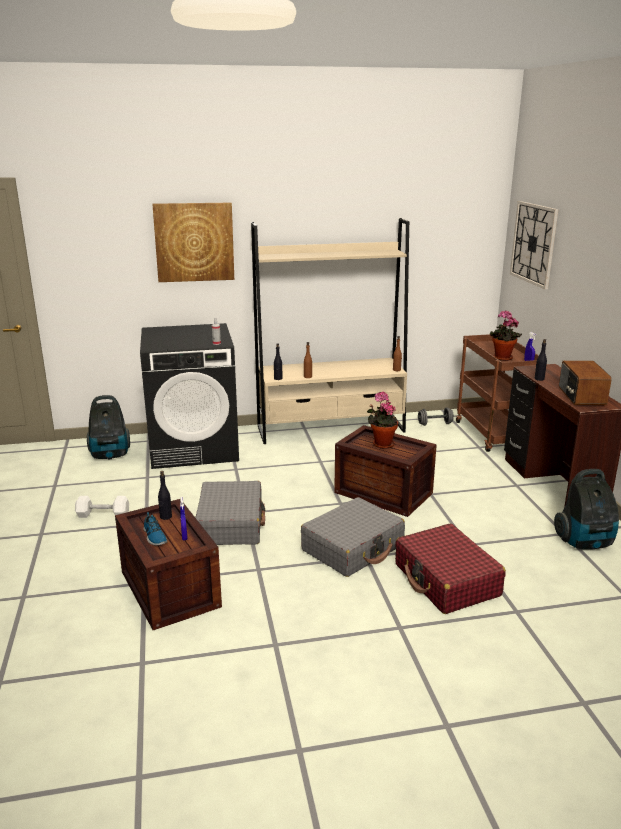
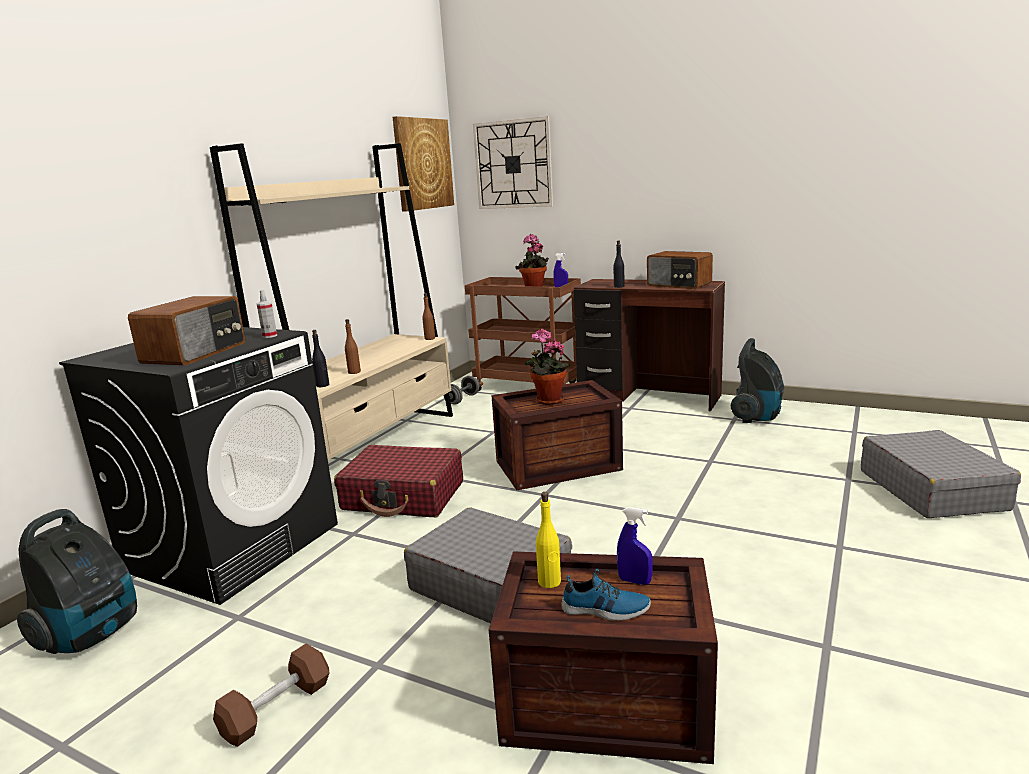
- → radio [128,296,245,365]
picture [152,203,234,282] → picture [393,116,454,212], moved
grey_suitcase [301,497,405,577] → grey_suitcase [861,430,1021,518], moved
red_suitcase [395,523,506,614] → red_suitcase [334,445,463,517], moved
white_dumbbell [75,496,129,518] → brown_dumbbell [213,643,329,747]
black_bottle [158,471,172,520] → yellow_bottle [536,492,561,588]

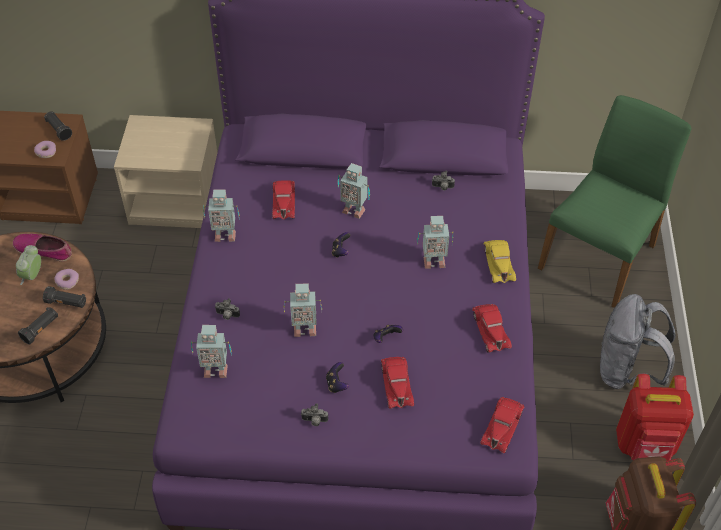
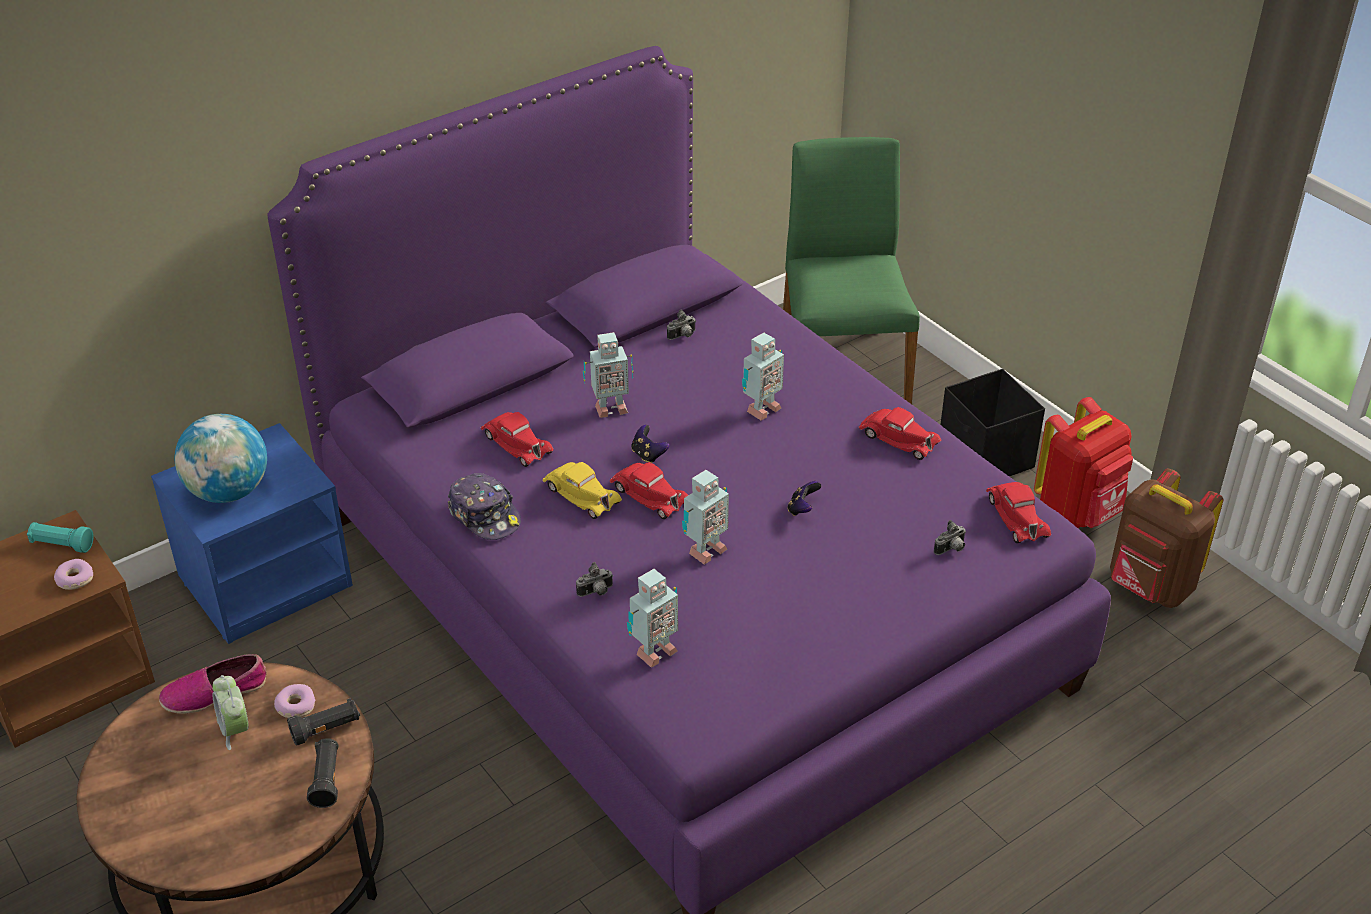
game_controller [326,362,349,393] → -
- → globe [174,414,267,503]
photo_camera [301,404,328,426] → photo_camera [934,520,966,555], moved
red_toy_car [381,357,414,409] → red_toy_car [610,462,688,519], moved
yellow_toy_car [484,240,516,283] → yellow_toy_car [543,462,622,519], moved
toy_robot [203,189,240,242] → cap [447,473,521,540]
grey_backpack [600,294,676,389] → black_storage_box [940,369,1045,476]
black_flashlight [44,111,72,141] → turquoise_flashlight [27,522,94,553]
beige_nightstand [114,115,217,228] → blue_nightstand [151,423,353,644]

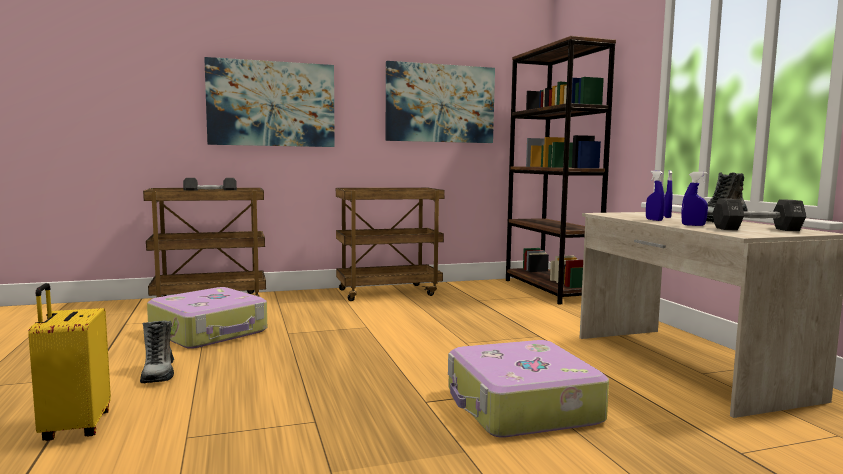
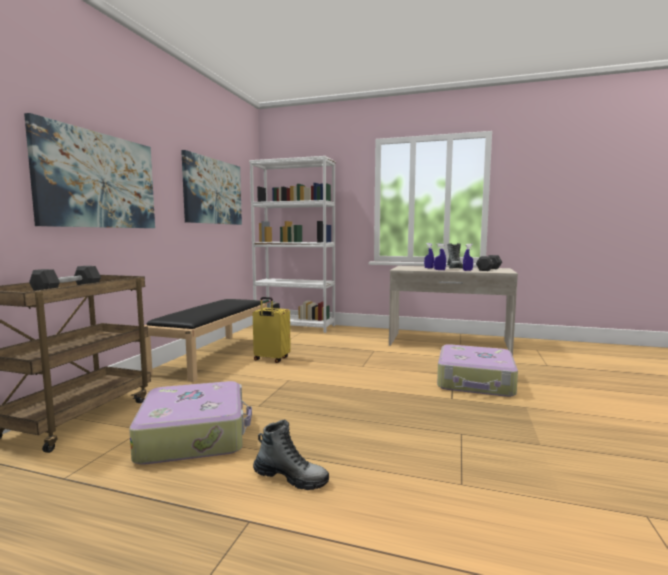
yellow_suitcase [28,283,111,441] → yellow_suitcase [253,297,291,363], moved
brown_cart [336,188,445,301] → black_bench [144,299,267,382]
brown_bookcase [506,36,616,305] → white_bookcase [249,156,336,333]

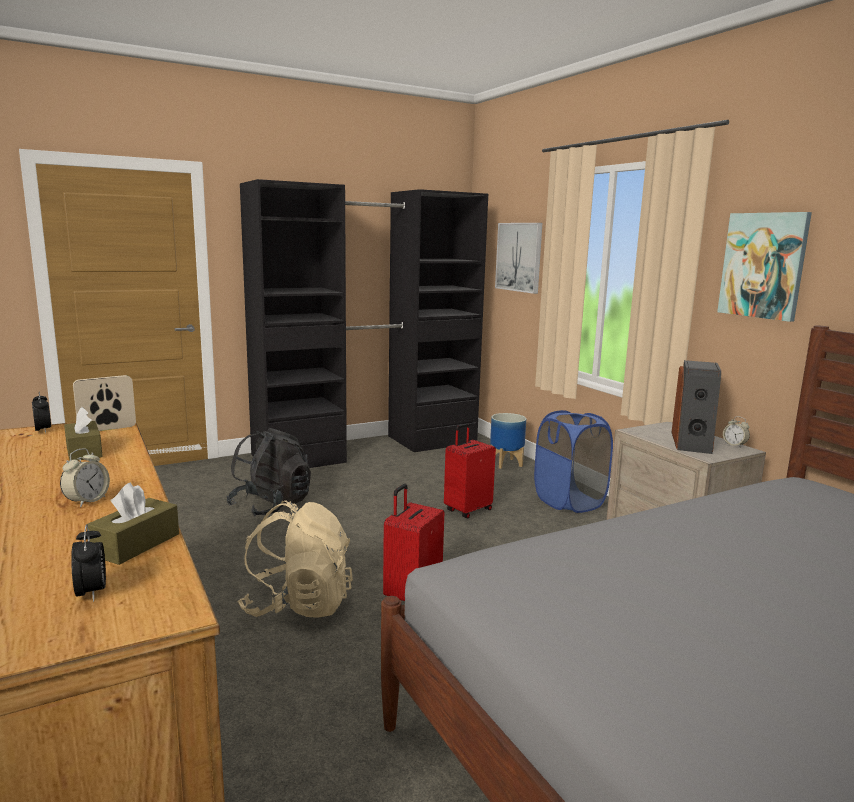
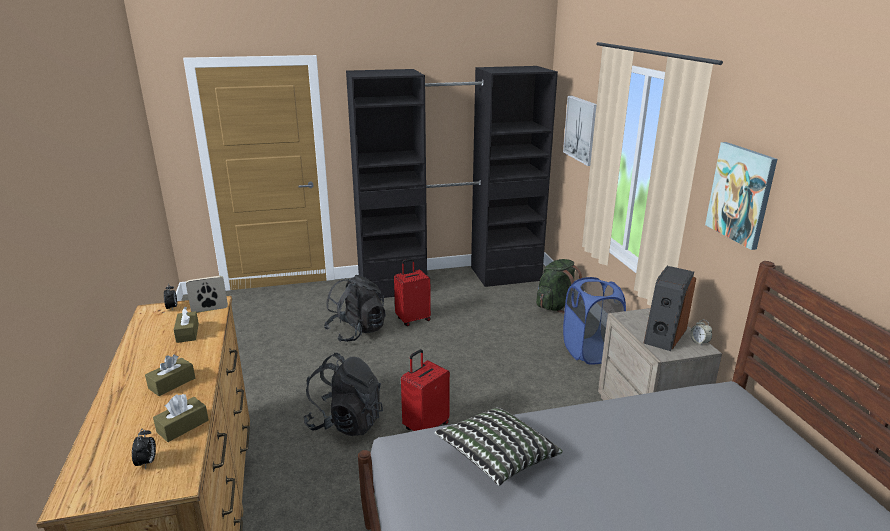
- → pillow [435,407,563,486]
red_suitcase [444,424,496,519] → red_suitcase [394,259,431,326], moved
alarm_clock [60,448,110,507] → brown_tissue_box [145,355,195,396]
planter [490,413,526,469] → green_backpack [536,259,582,314]
beige_backpack [237,500,353,618] → black_backpack [303,353,383,436]

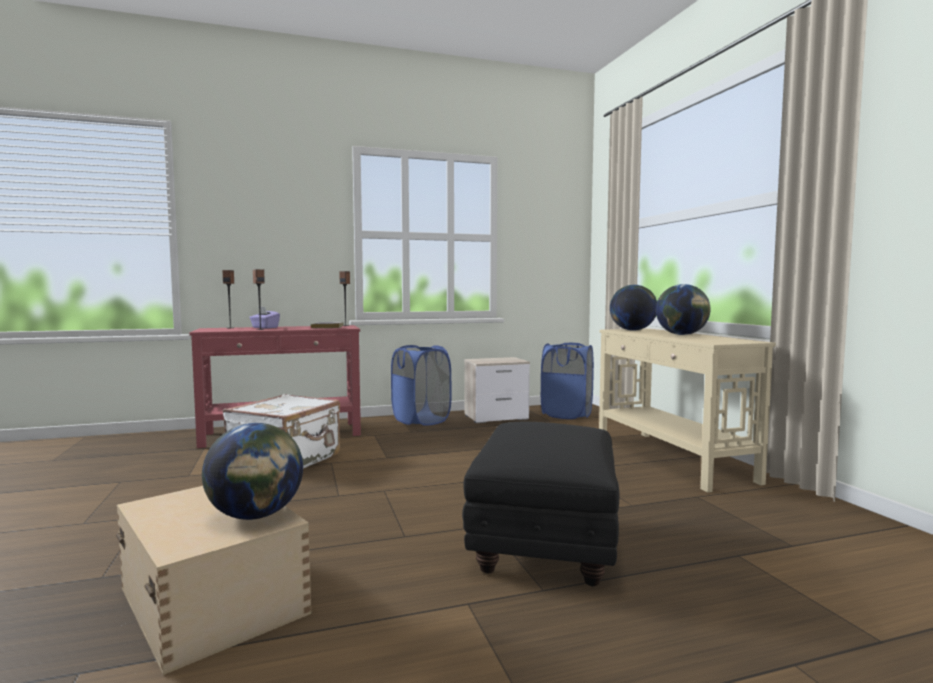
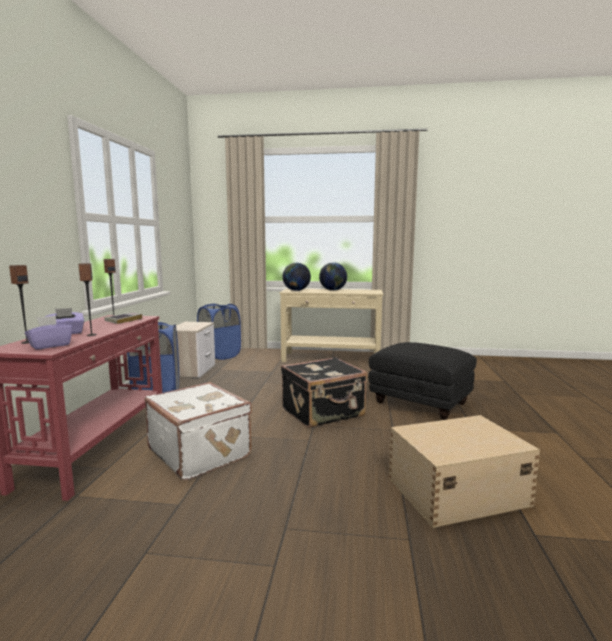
globe [202,423,303,520] → -
- → purple_tissue_box [25,315,73,350]
- → black_suitcase [281,357,367,428]

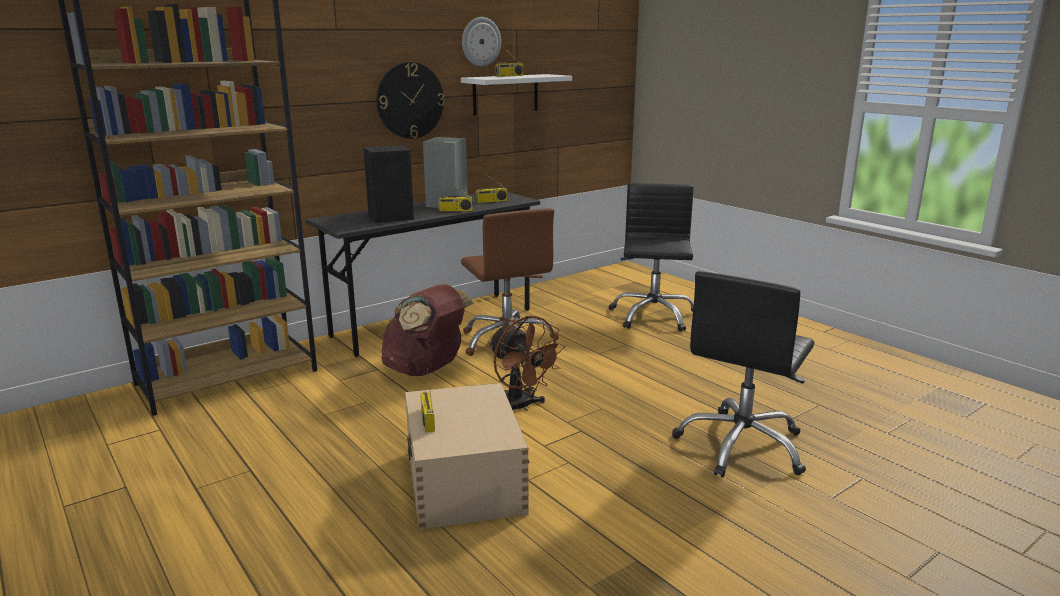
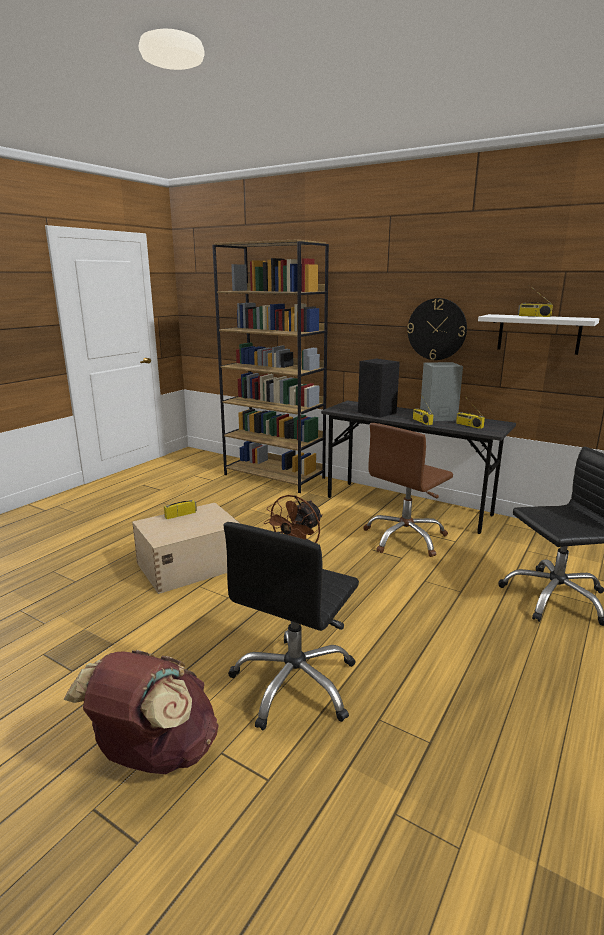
wall_clock [462,17,501,67] → -
brown_backpack [381,284,474,376] → brown_backpack [64,650,219,774], moved
black_office_chair [672,271,814,477] → black_office_chair [224,522,359,730], 75 degrees counterclockwise

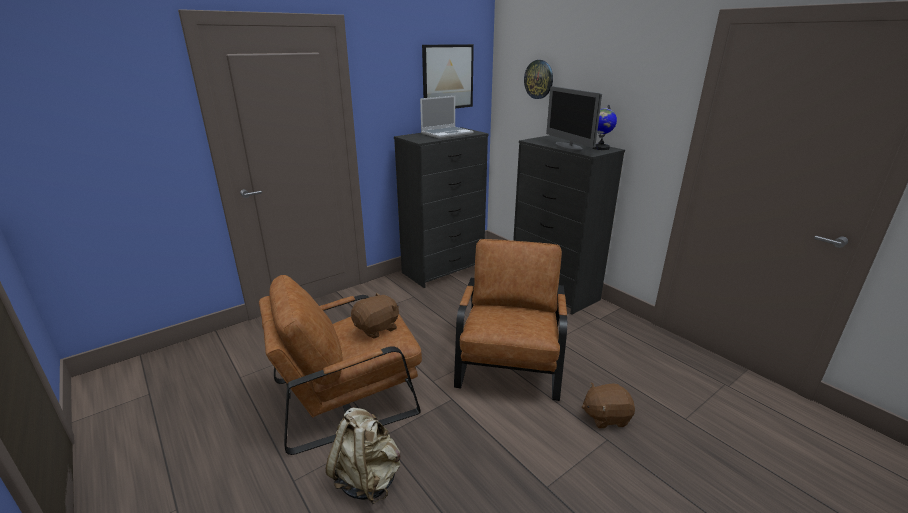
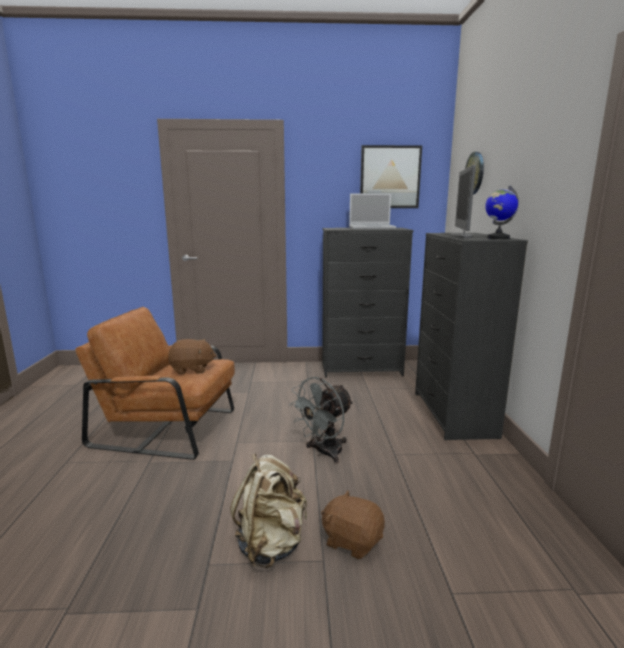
beige_backpack [326,407,400,504] → beige_backpack [230,454,307,568], moved
brown_armchair [454,239,567,401] → grey_fan [289,377,353,463]

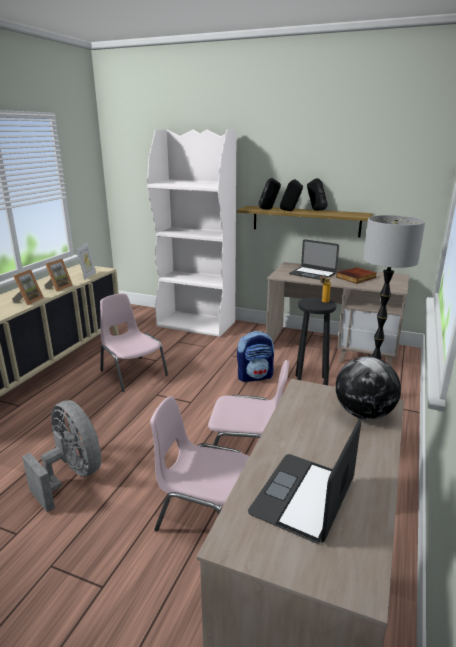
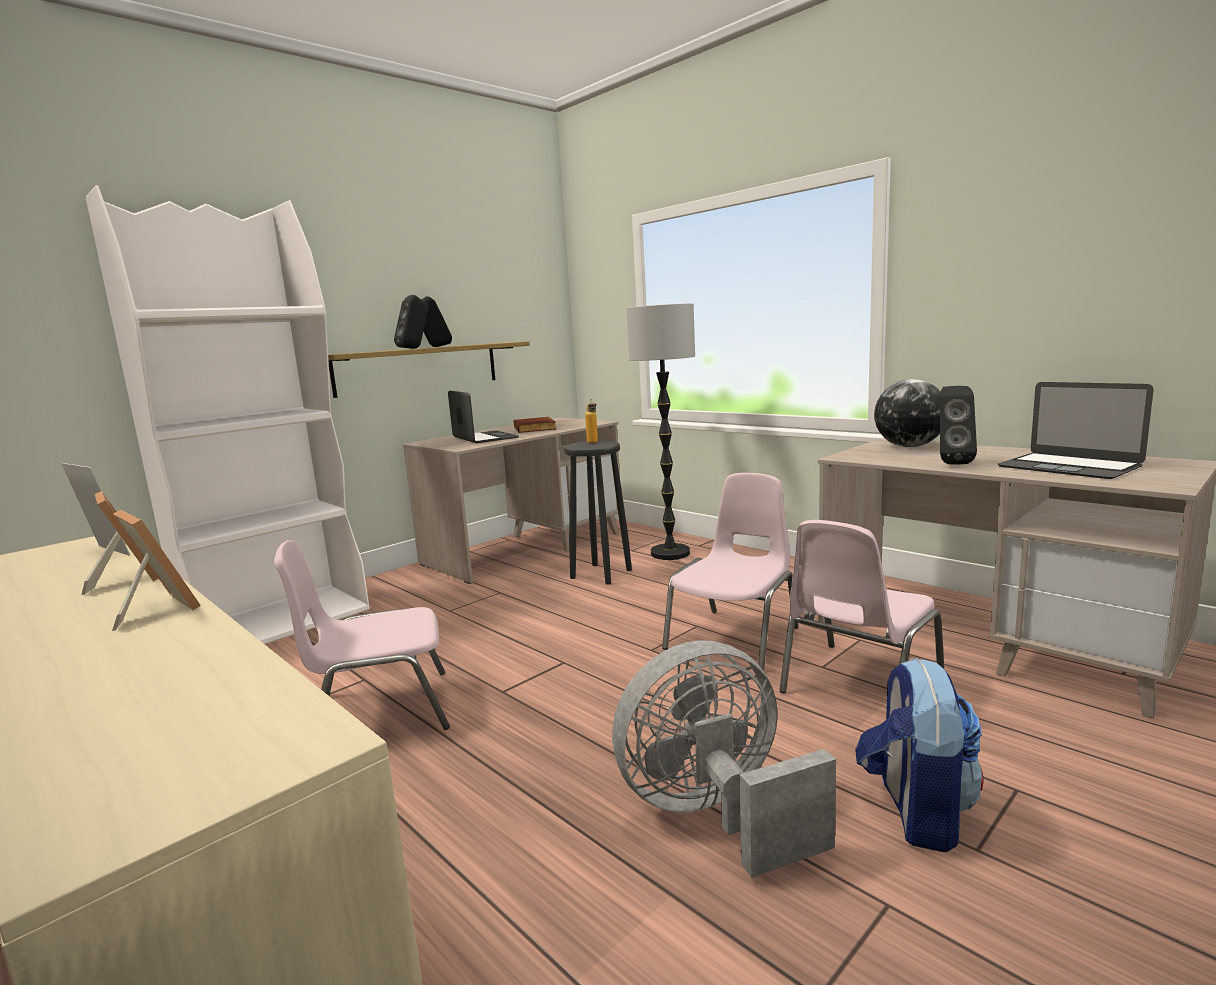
backpack [237,331,274,382] → backpack [855,657,984,852], moved
black_speaker [259,178,281,210] → black_speaker [940,386,977,465], moved
laptop [289,239,339,280] → laptop [448,390,519,443], 90 degrees counterclockwise

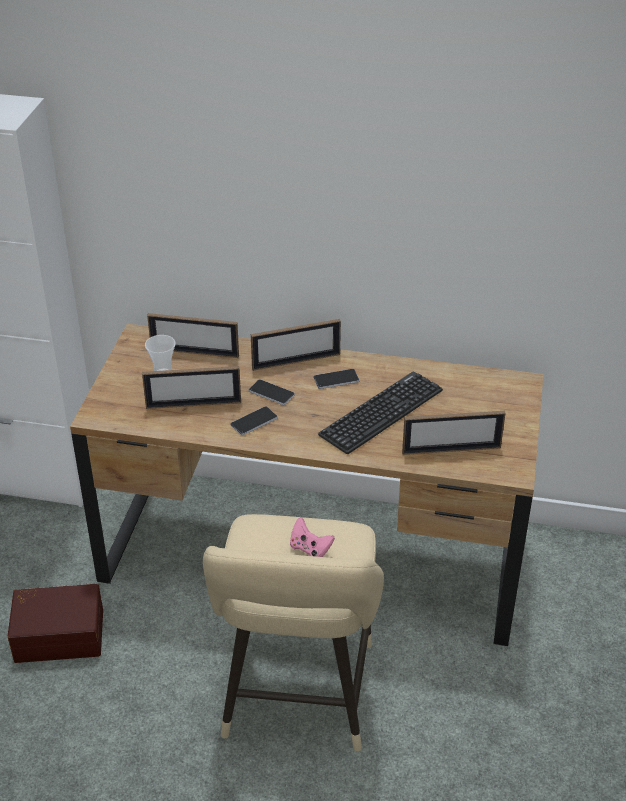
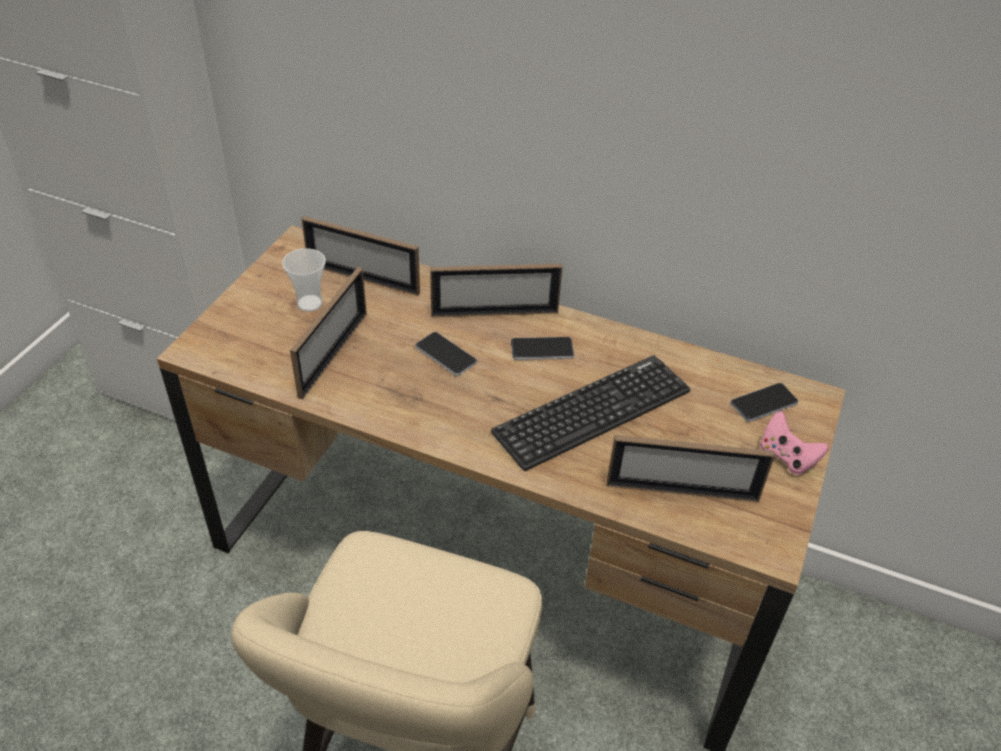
brown_storage_box [7,584,103,663] → -
phone [230,407,278,435] → phone [730,383,799,422], moved
pink_game_controller [290,517,335,557] → pink_game_controller [760,411,829,475], moved
picture_frame [142,366,241,409] → picture_frame [290,267,367,399], 75 degrees counterclockwise

